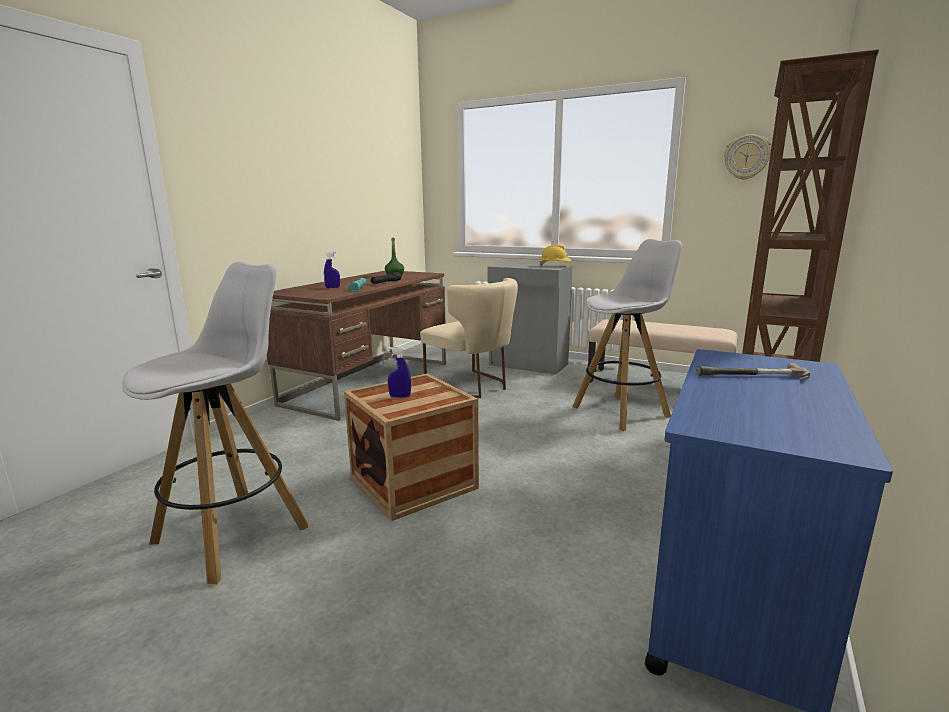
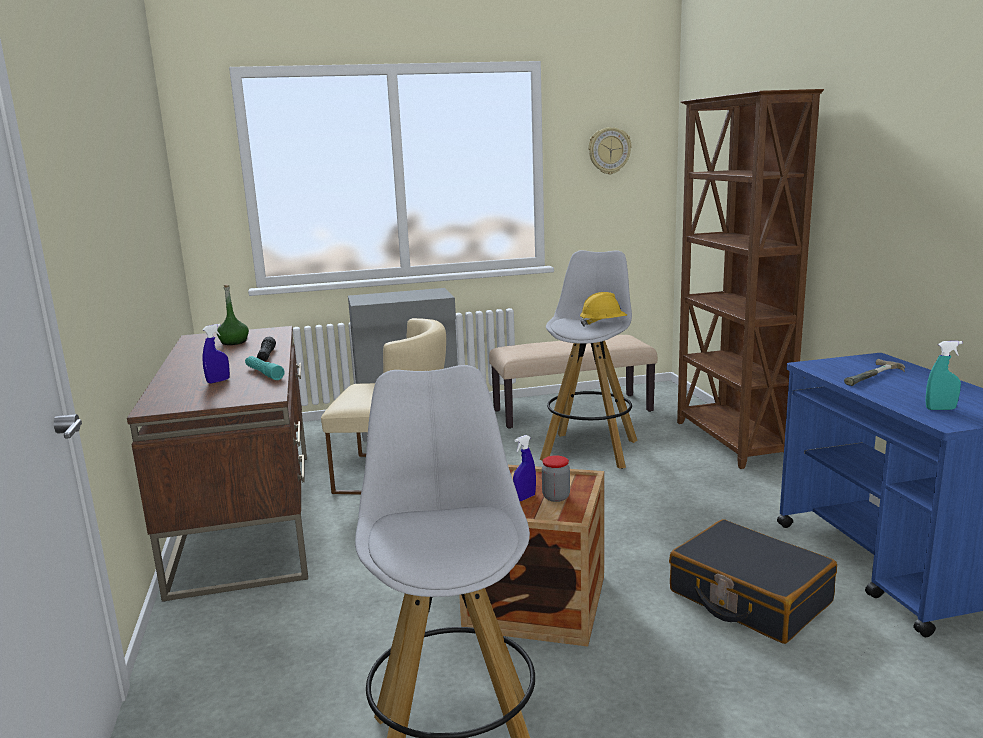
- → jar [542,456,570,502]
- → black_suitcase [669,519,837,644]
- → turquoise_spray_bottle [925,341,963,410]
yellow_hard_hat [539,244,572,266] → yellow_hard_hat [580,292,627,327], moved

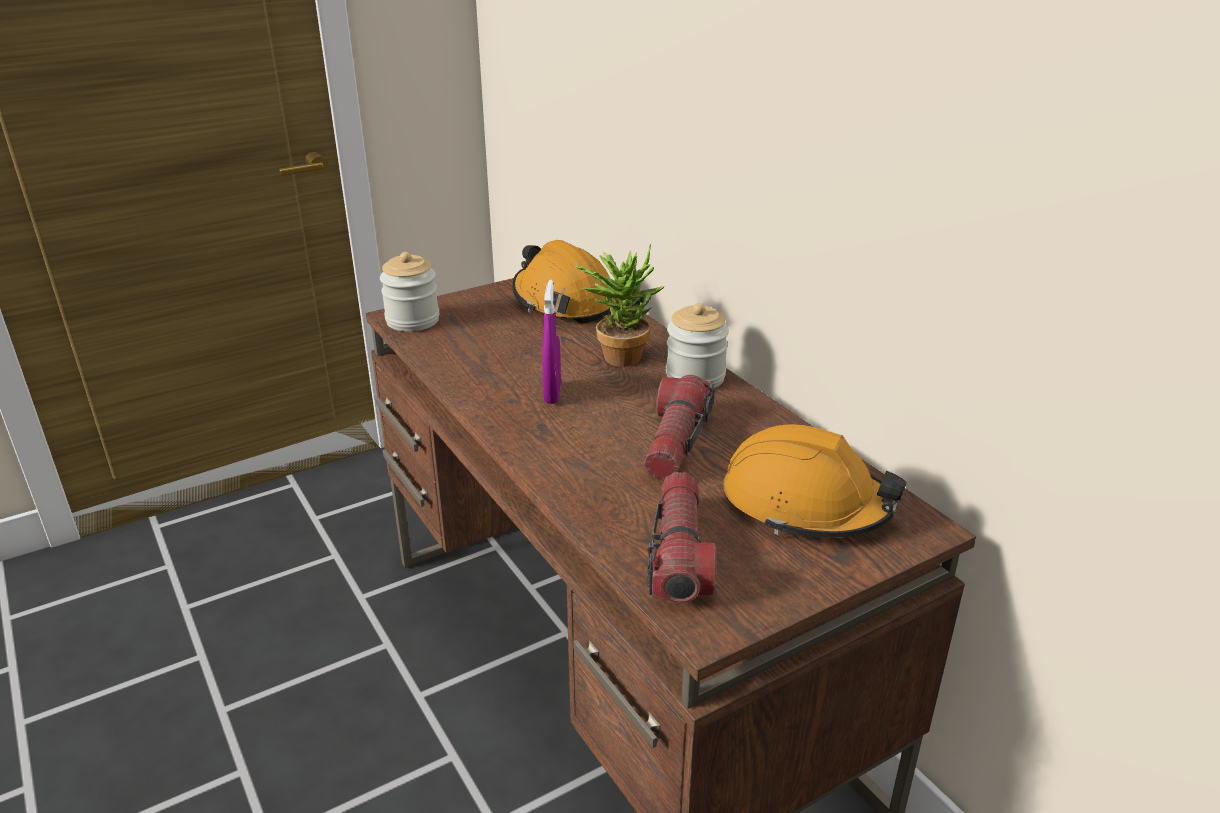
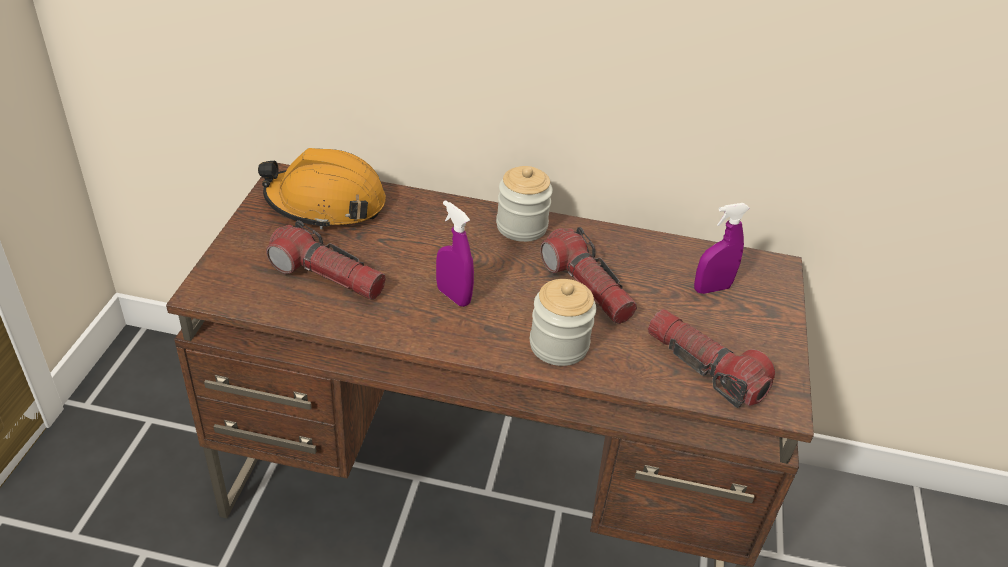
potted_plant [575,244,665,367] → -
- → flashlight [266,220,386,300]
jar [380,252,439,332] → jar [530,279,596,366], moved
orange_hard_hat [724,424,907,538] → purple_spray_bottle [694,203,750,294]

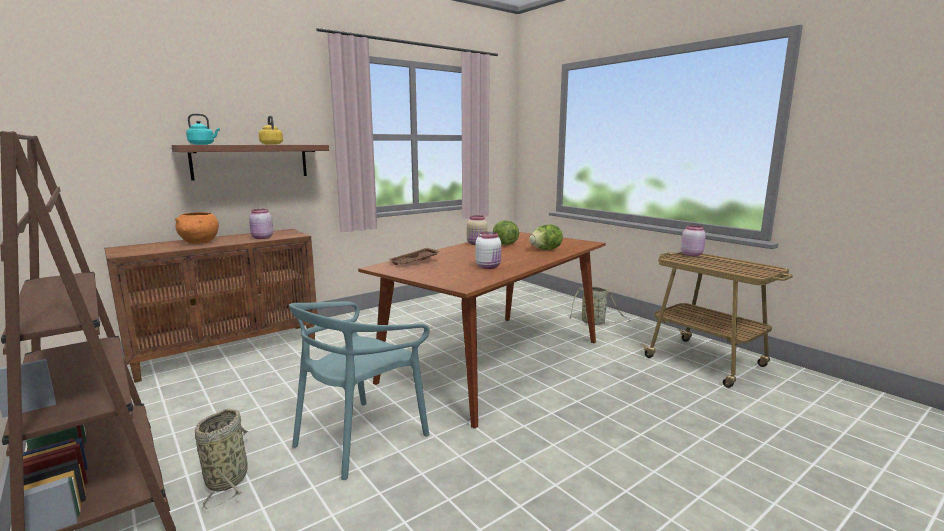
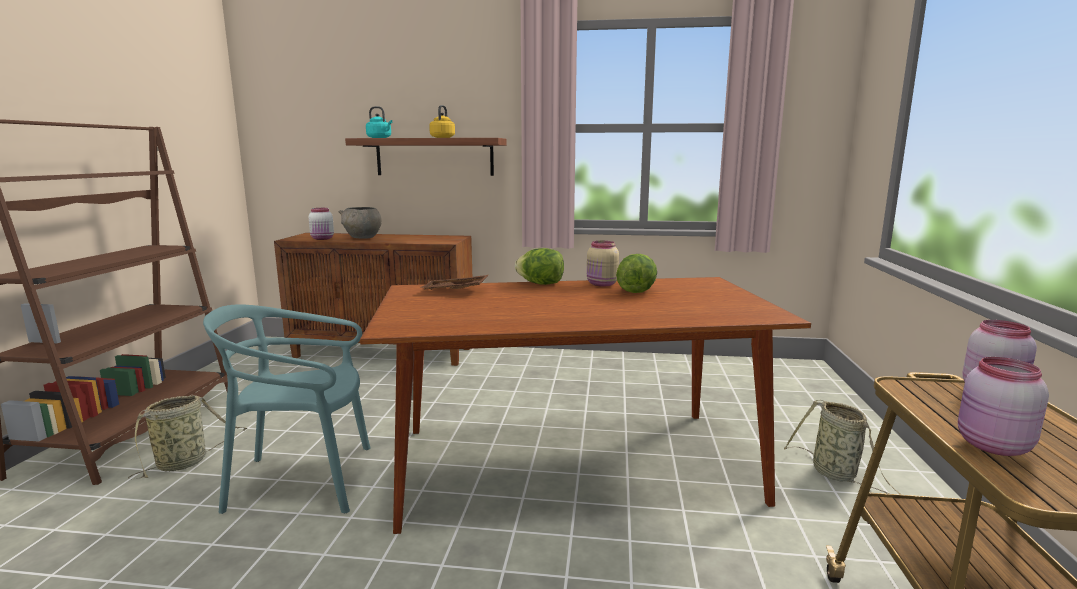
pink_jar [249,209,273,239] → pink_jar [958,357,1049,456], moved
white_jar [475,232,501,269] → white_jar [309,208,334,240], moved
lettuce [529,225,563,250] → lettuce [515,248,564,285], moved
orange_bowl [175,212,219,244] → grey_bowl [338,207,382,239]

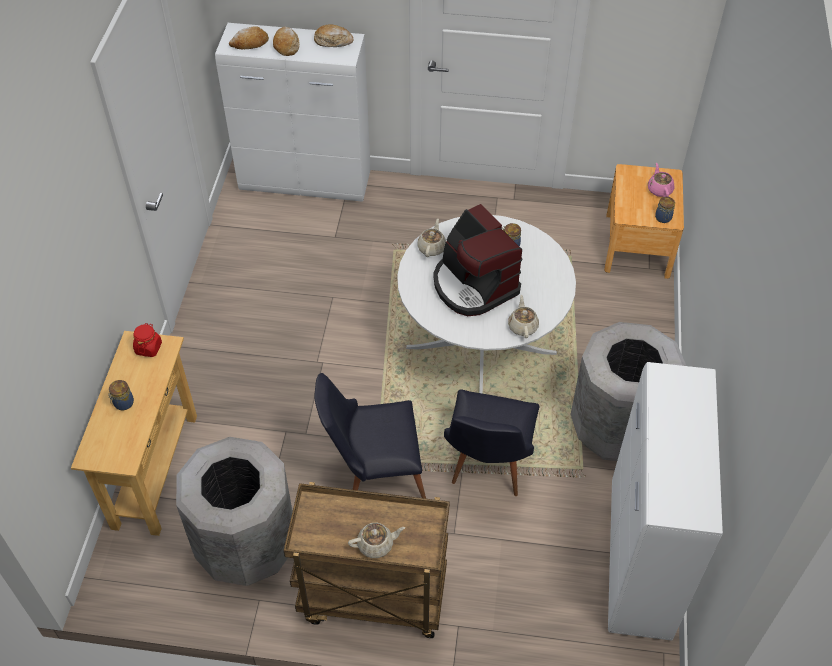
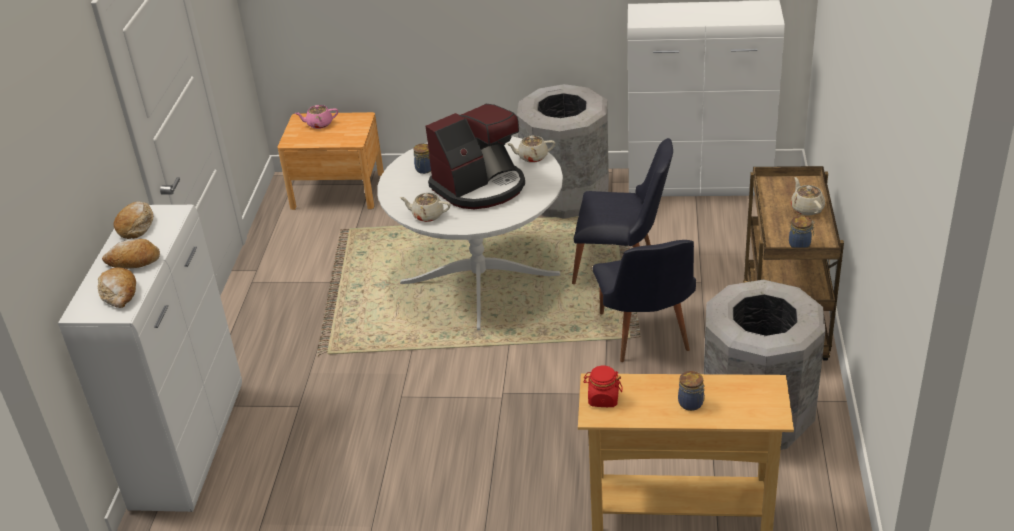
jar [655,197,675,223] → jar [789,216,815,248], moved

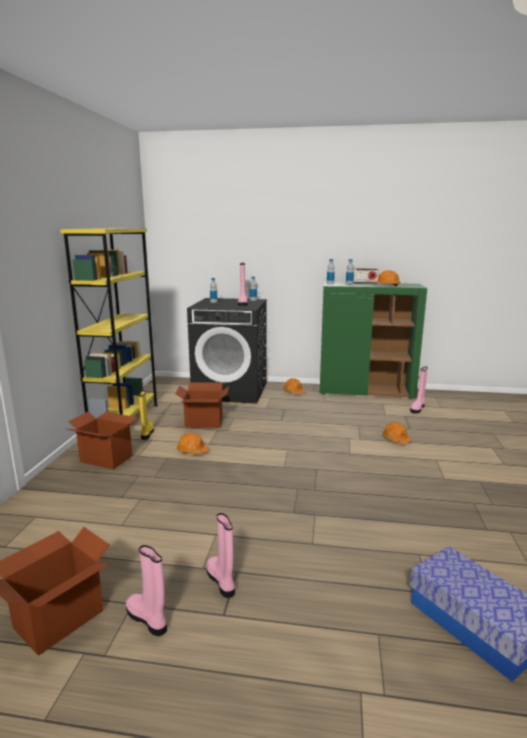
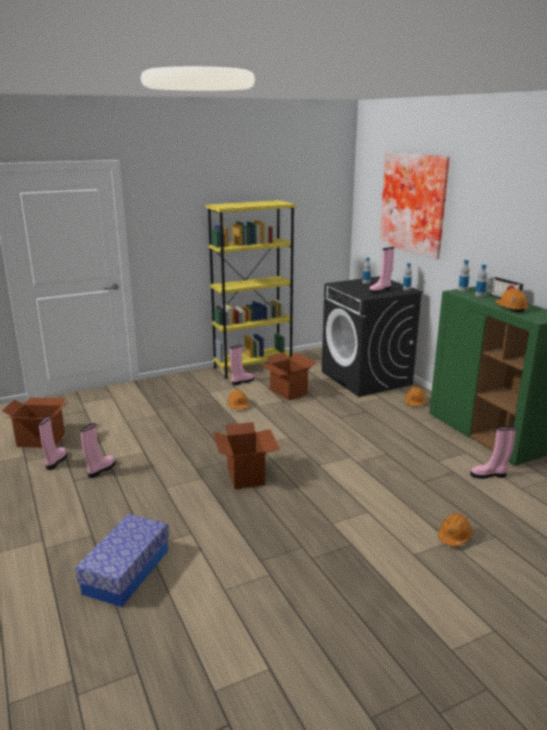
- → picture [379,152,450,260]
cardboard_box [66,411,138,469] → cardboard_box [213,422,280,489], moved
orange_hard_hat [383,422,411,444] → orange_hard_hat [438,513,473,546], moved
yellow_boot [139,390,154,440] → pink_boot [230,345,254,385]

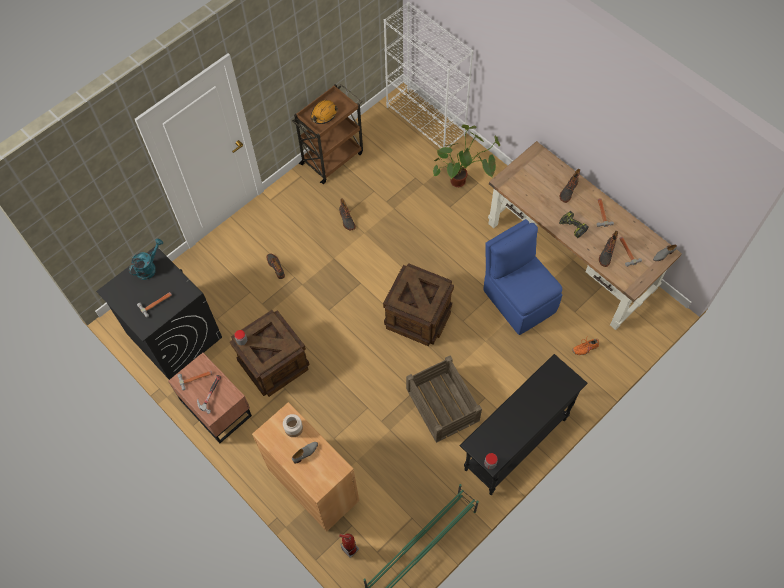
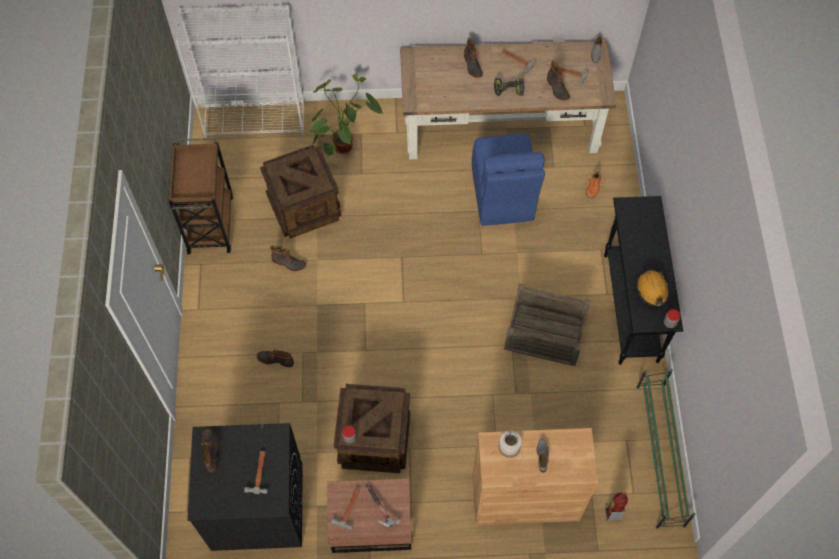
orange_hard_hat [311,100,338,124] → orange_hard_hat [637,270,669,306], moved
crate [383,263,454,346] → crate [260,145,342,238], moved
turquoise_watering_can [129,239,163,280] → boot [201,429,219,472]
blue_chair [483,219,562,335] → blue_chair [472,134,545,226], 105 degrees counterclockwise

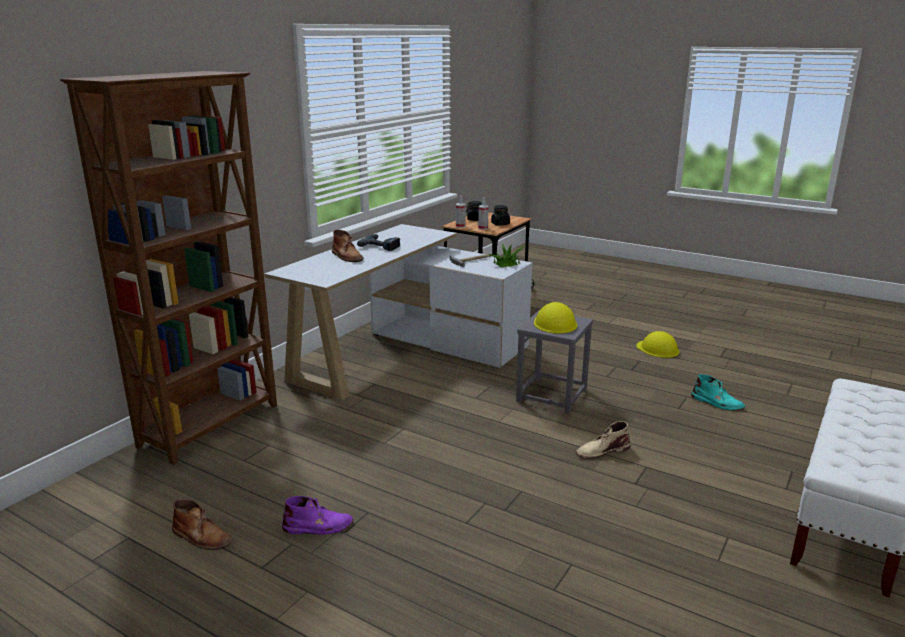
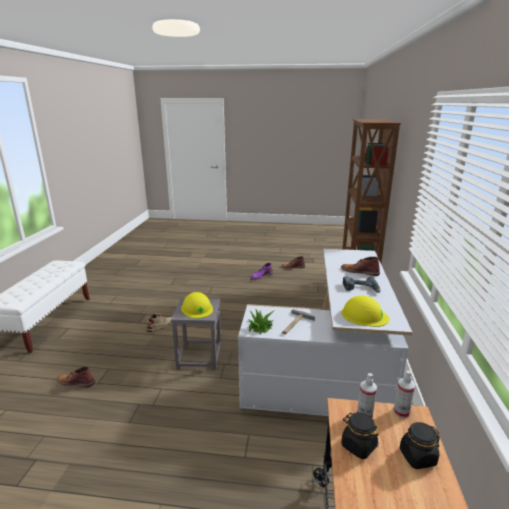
yellow_hard_hat [637,331,679,358] → yellow_hard_hat [341,295,389,327], moved
turquoise_boot [691,374,745,411] → brown_boot [57,366,95,388]

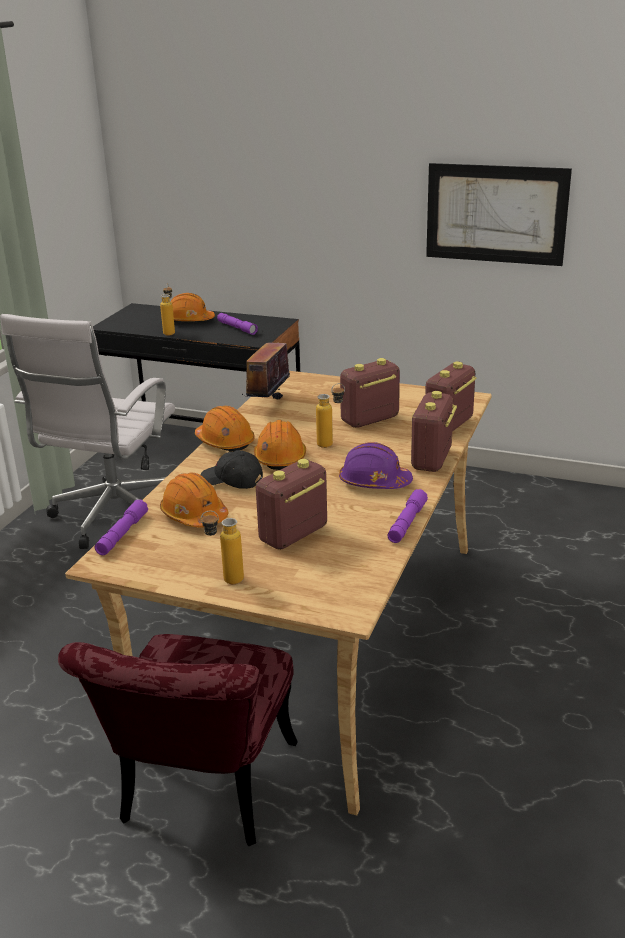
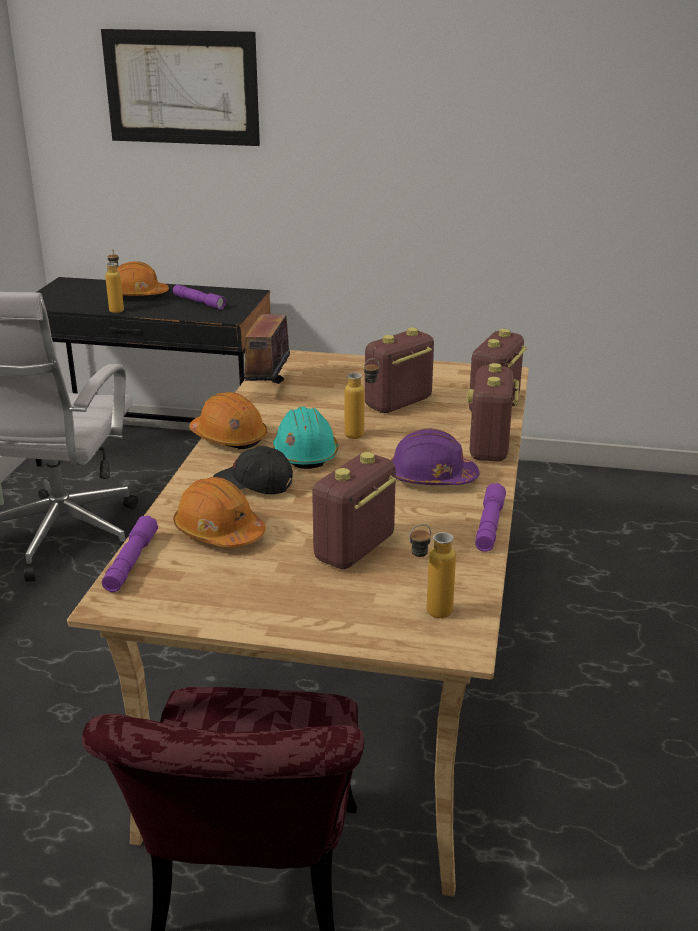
bottle [201,511,244,584] → bottle [409,524,456,618], moved
picture [426,163,572,266] → picture [101,29,260,146], moved
orange_hard_hat [254,420,306,470] → turquoise_hard_hat [272,406,338,469]

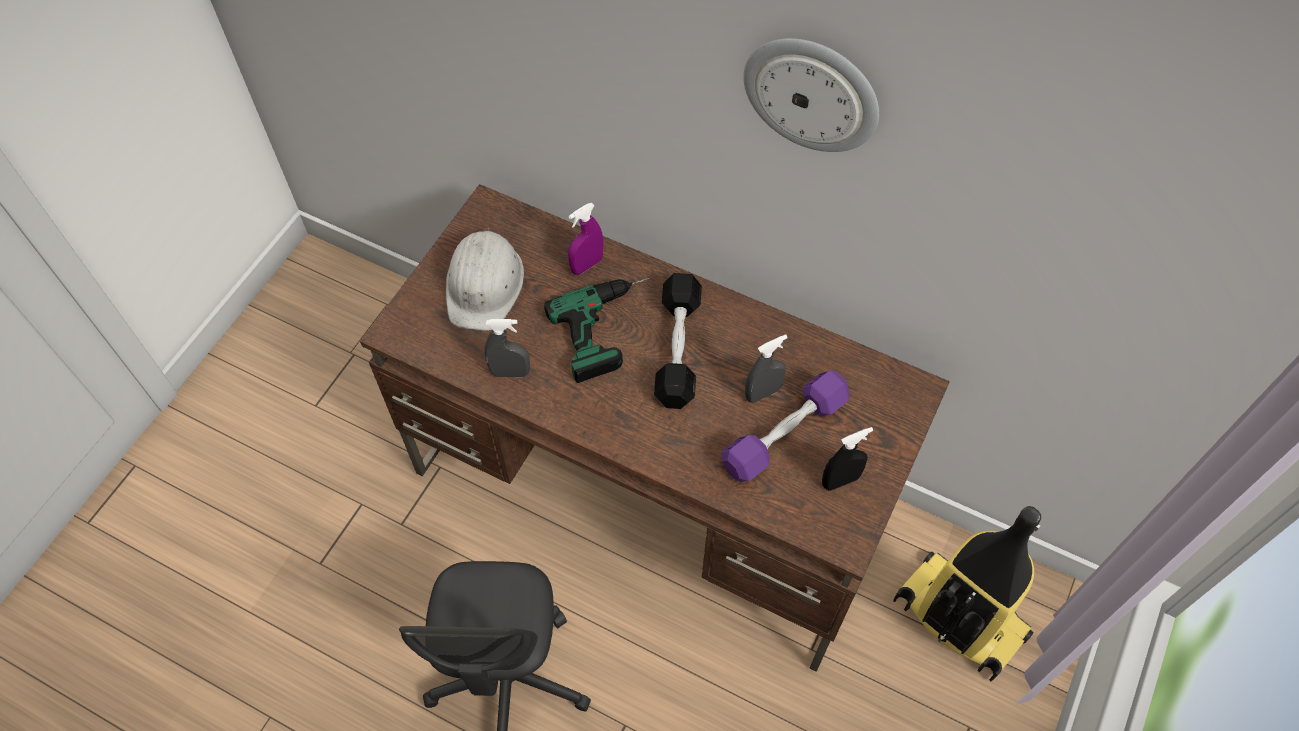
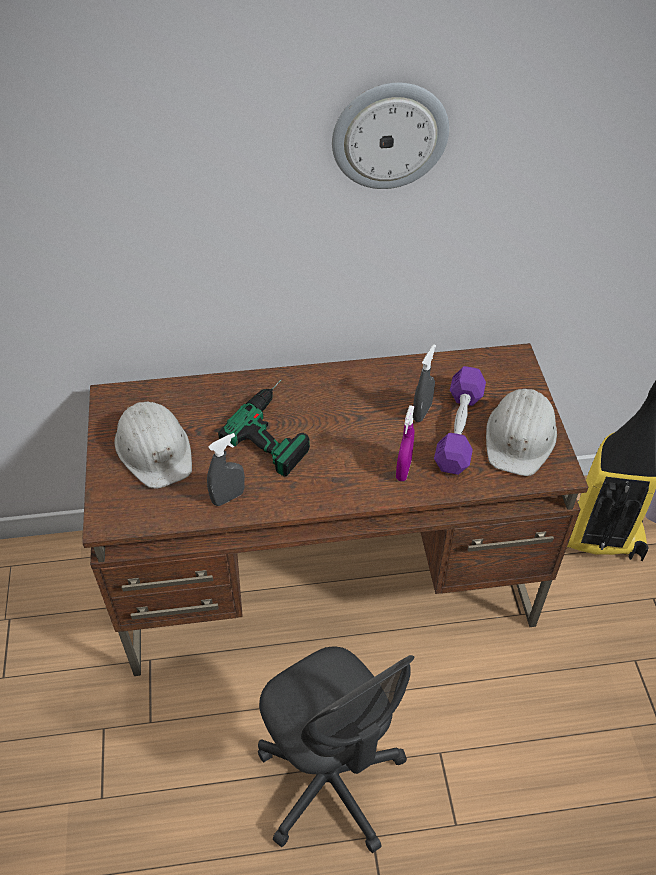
black_dumbbell [654,273,702,409] → -
purple_spray_bottle [568,203,603,275] → purple_spray_bottle [396,405,414,481], moved
black_spray_bottle [822,427,873,491] → white_hard_hat [486,389,557,476]

